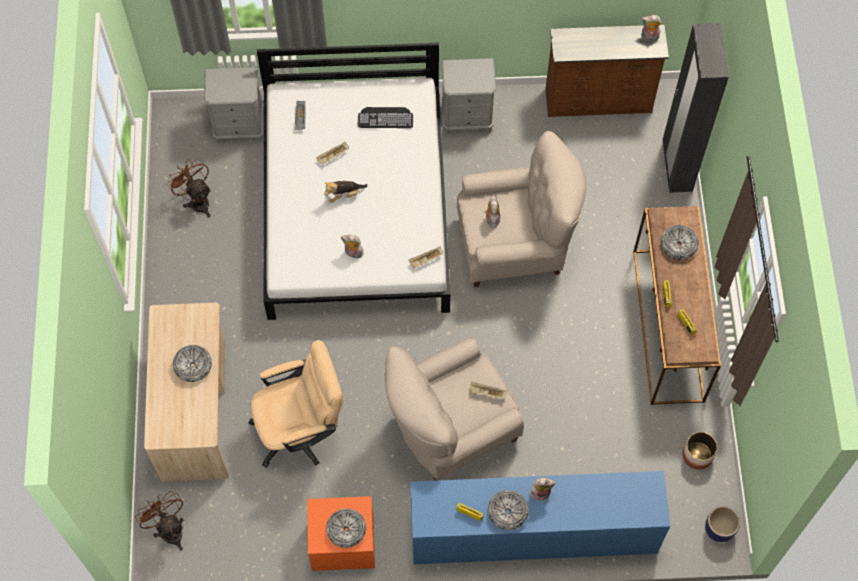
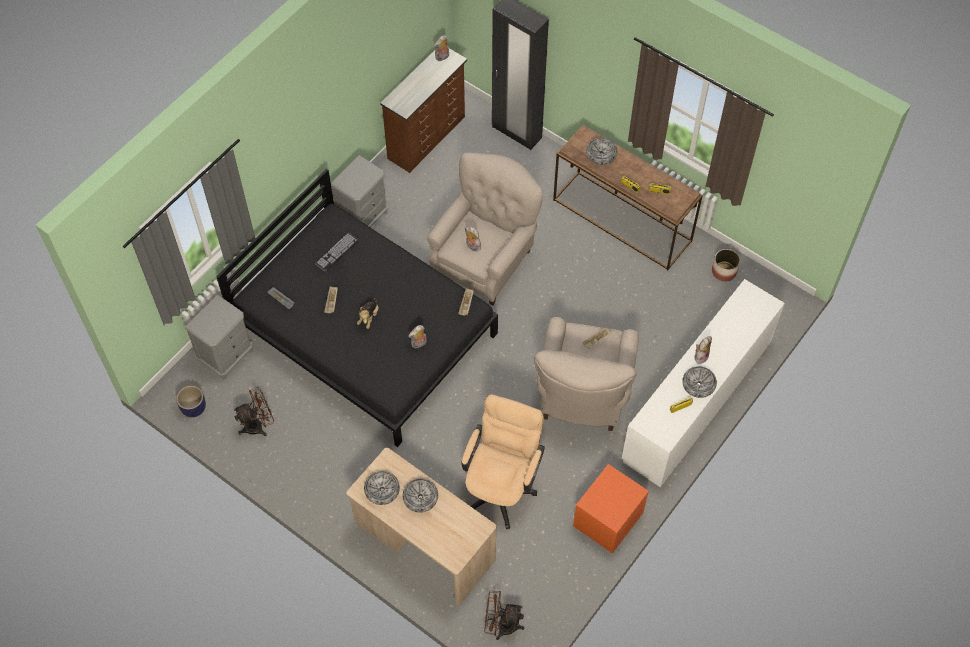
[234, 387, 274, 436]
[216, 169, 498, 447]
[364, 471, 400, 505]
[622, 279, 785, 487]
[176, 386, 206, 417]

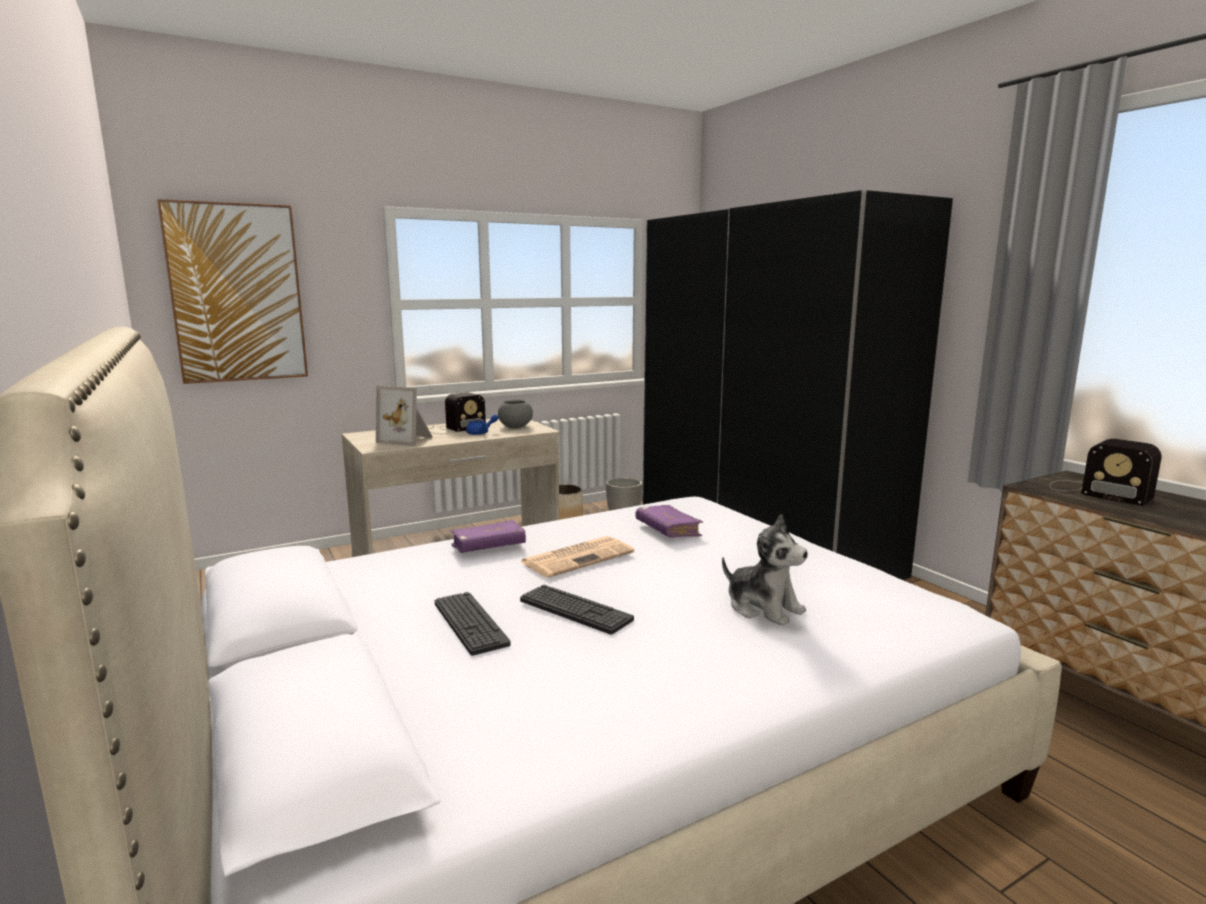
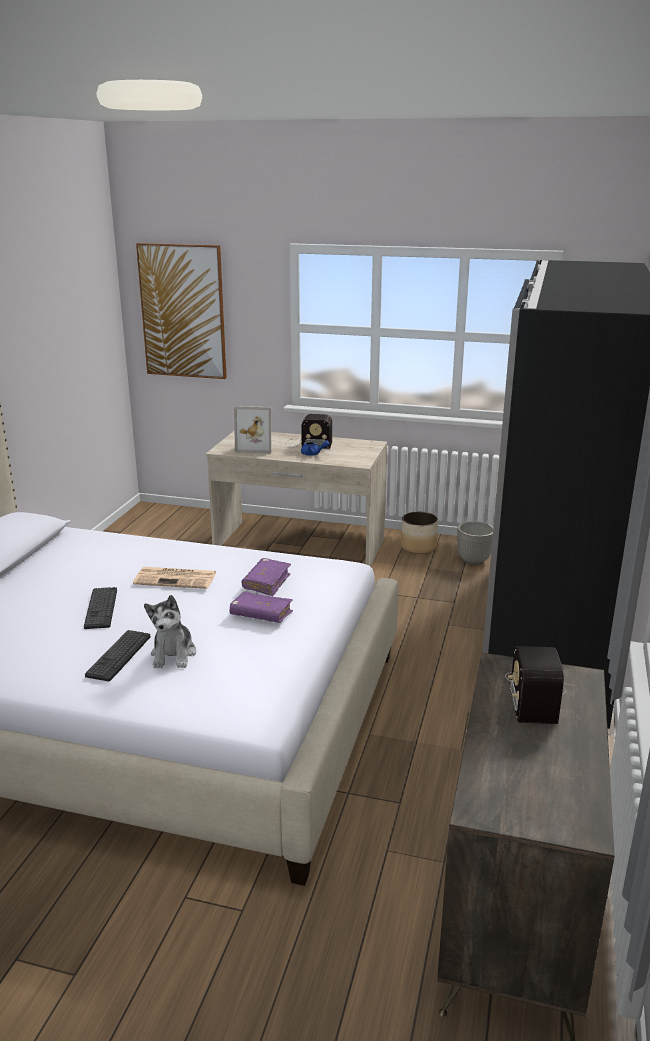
[234, 406, 272, 454]
[85, 630, 150, 682]
[230, 591, 293, 623]
[498, 400, 533, 428] (first image)

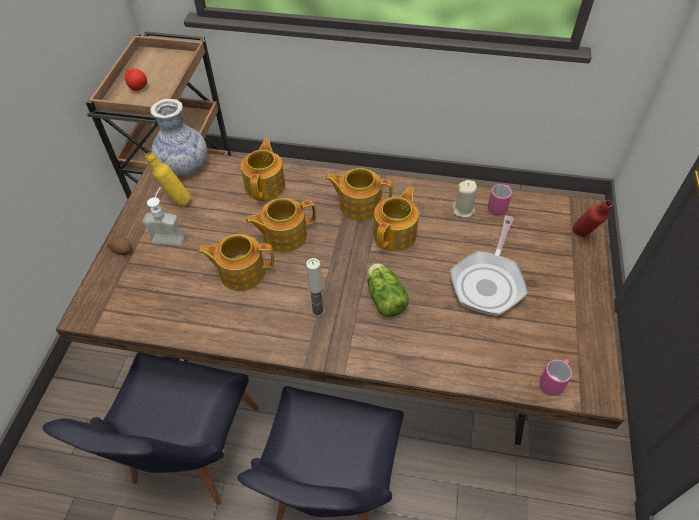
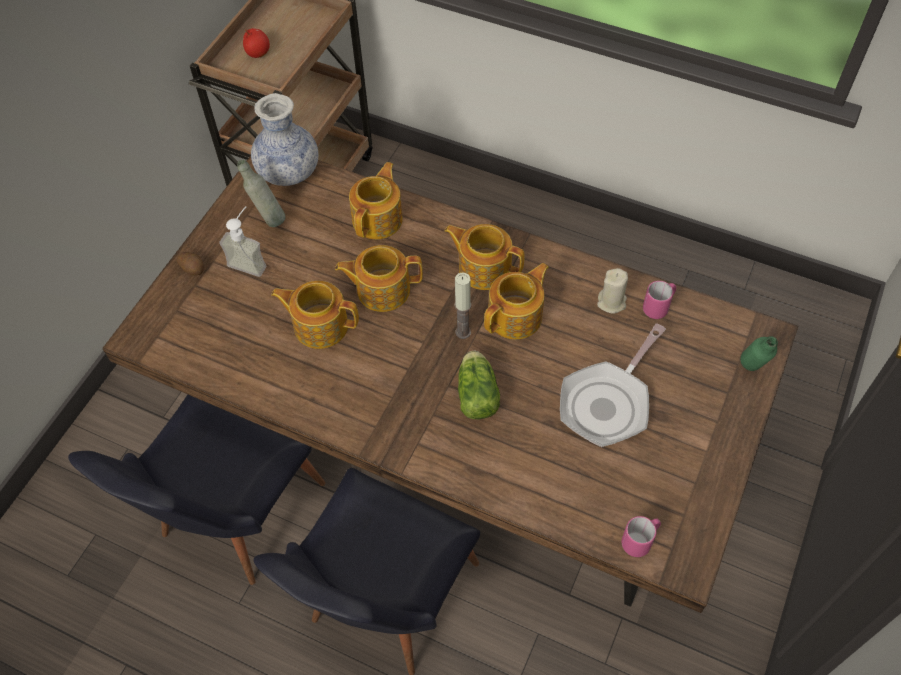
[237, 160, 285, 227]
[454, 273, 471, 339]
[740, 336, 778, 371]

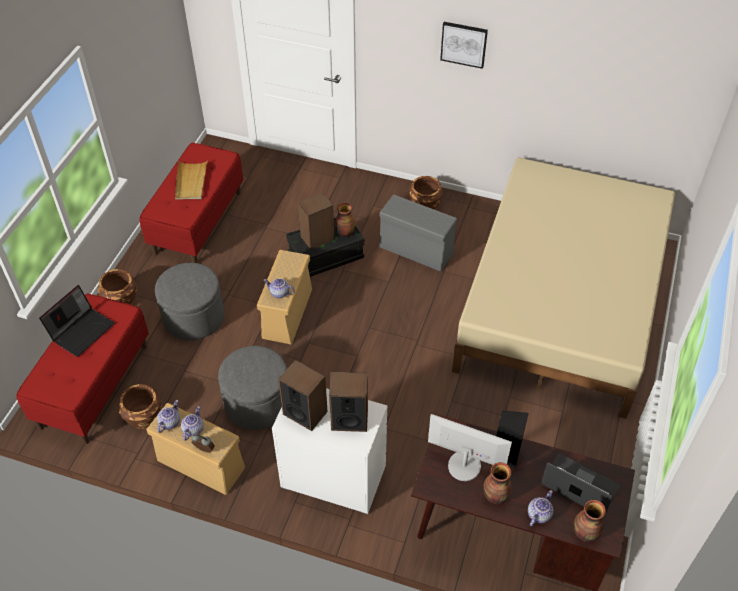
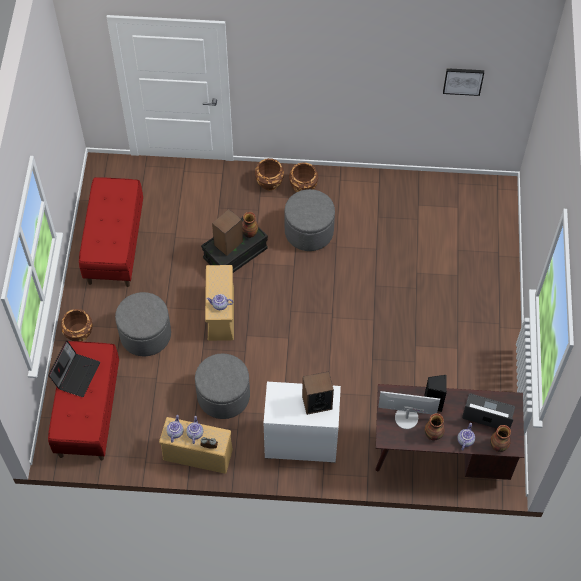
[255, 158, 284, 190]
[175, 160, 208, 200] (first image)
[278, 360, 328, 431] (first image)
[285, 189, 335, 251]
[443, 68, 484, 96]
[452, 157, 675, 419] (first image)

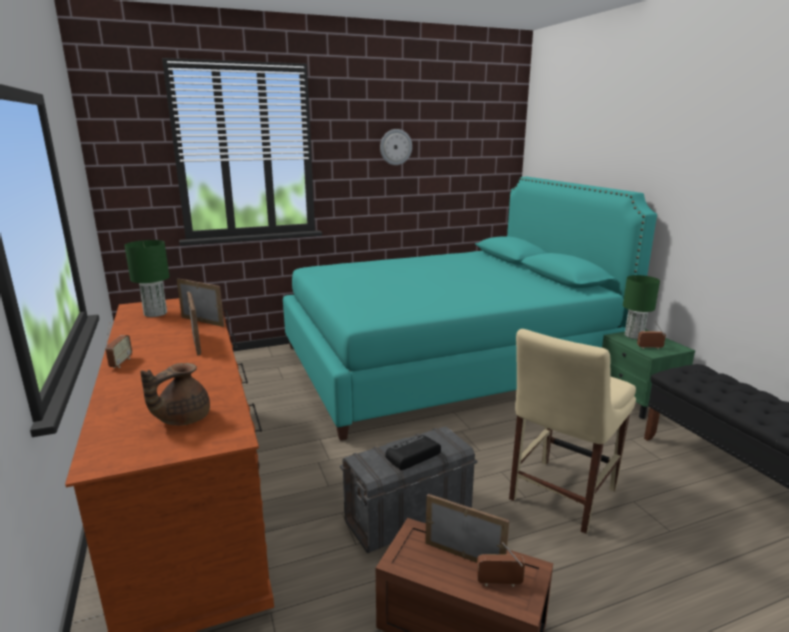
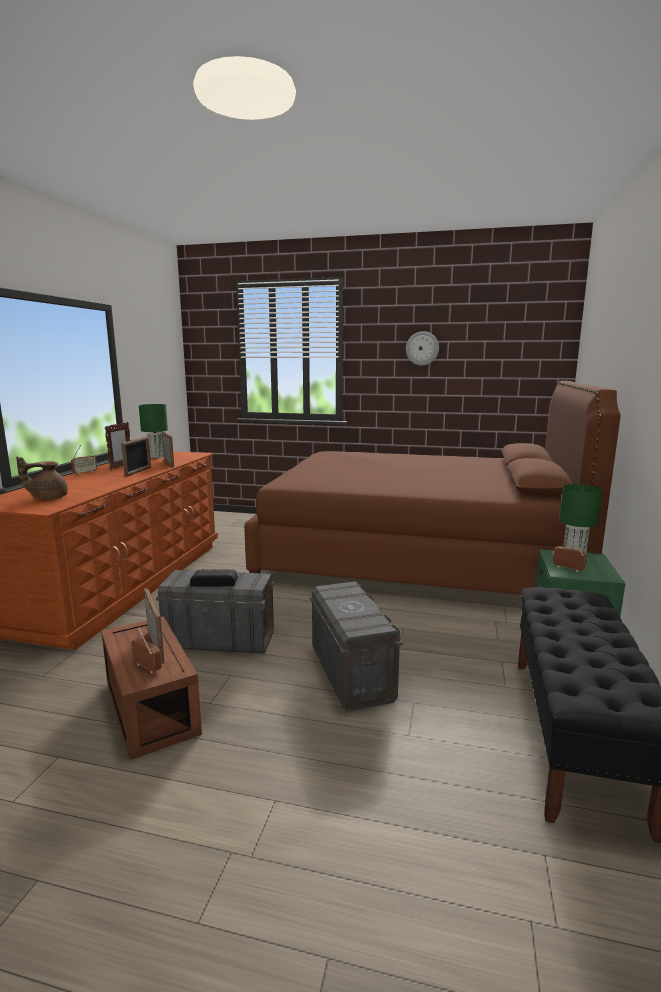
[244, 381, 621, 595]
[310, 582, 403, 711]
[105, 422, 131, 469]

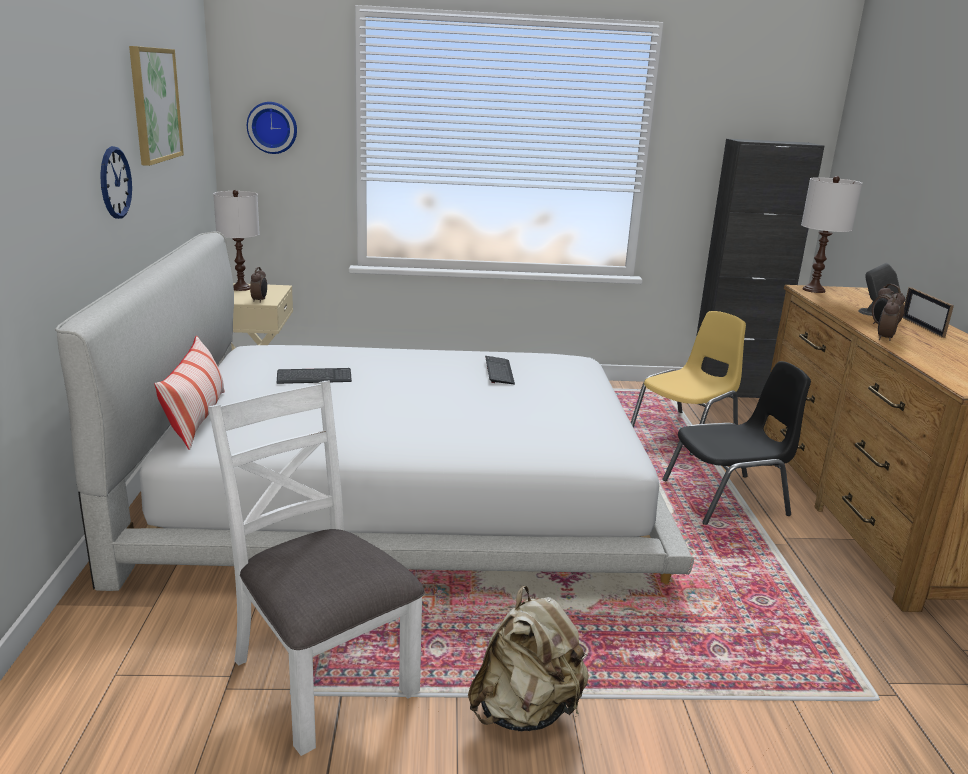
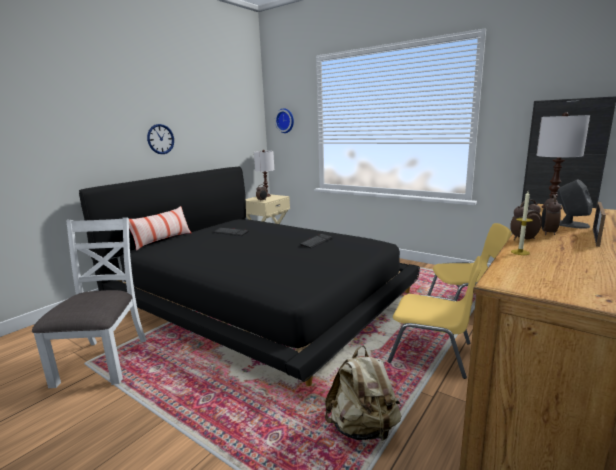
[79, 166, 420, 386]
[129, 46, 184, 166] (first image)
[325, 345, 401, 442]
[388, 256, 482, 379]
[511, 192, 533, 255]

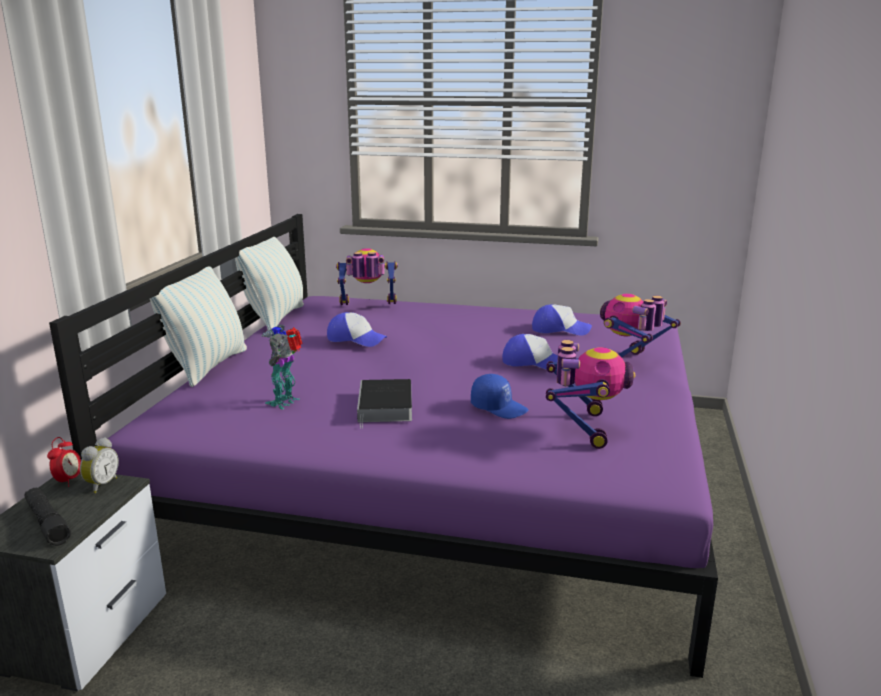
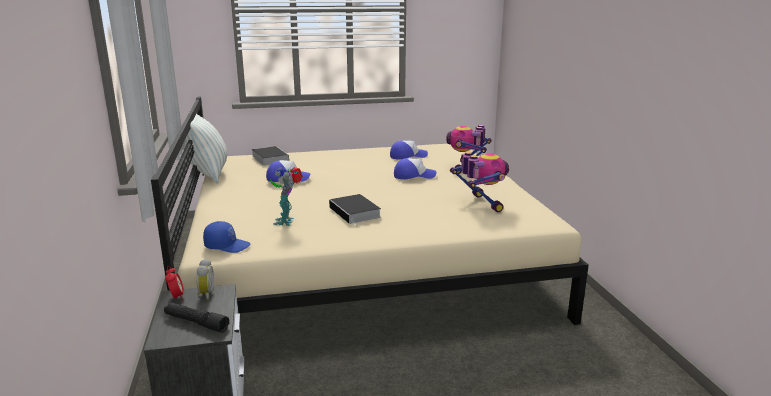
[151, 97, 589, 325]
[150, 267, 247, 387] (first image)
[252, 146, 289, 165]
[203, 221, 250, 253]

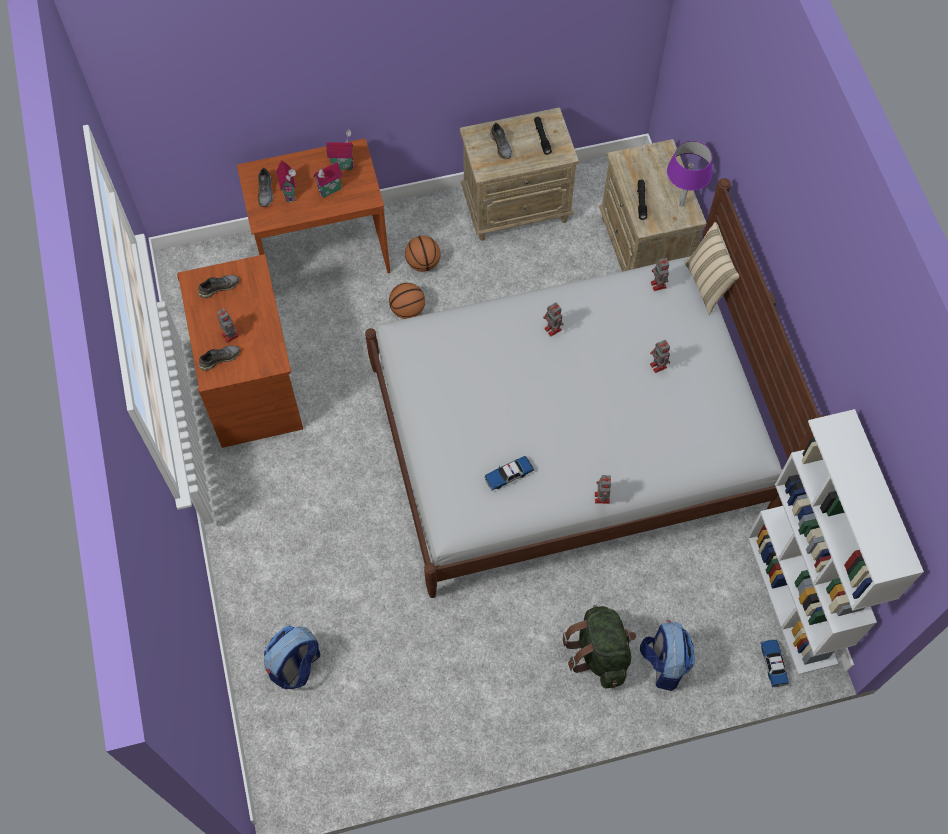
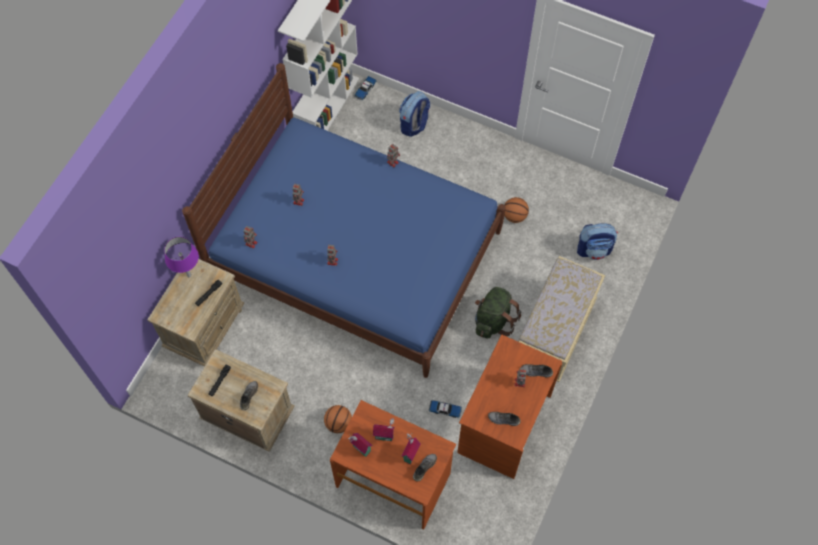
[182, 63, 506, 378]
[504, 197, 529, 223]
[429, 400, 462, 418]
[475, 287, 521, 339]
[684, 222, 739, 315] (first image)
[519, 256, 605, 382]

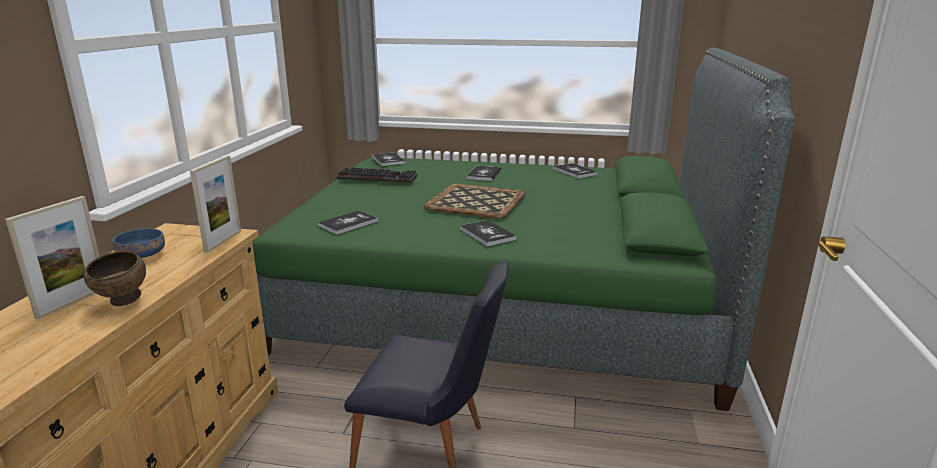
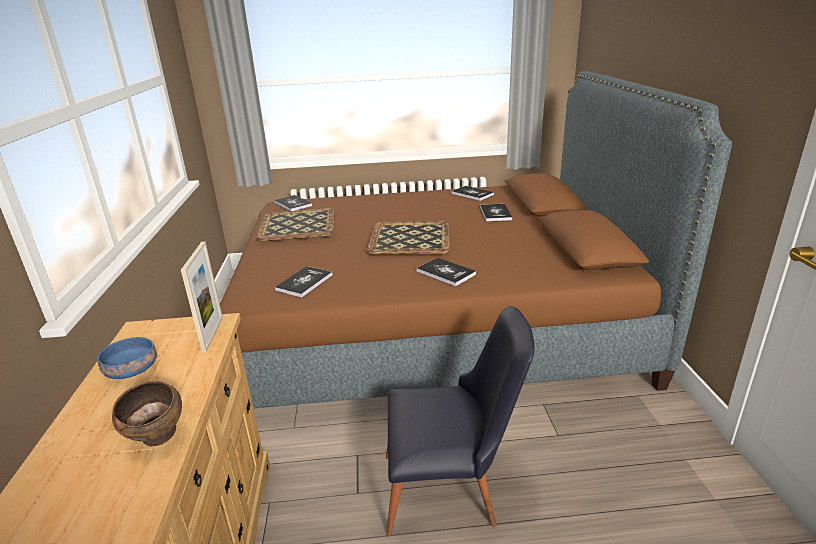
[5, 196, 100, 319] (first image)
[220, 71, 732, 408]
[256, 208, 335, 242]
[480, 204, 513, 221]

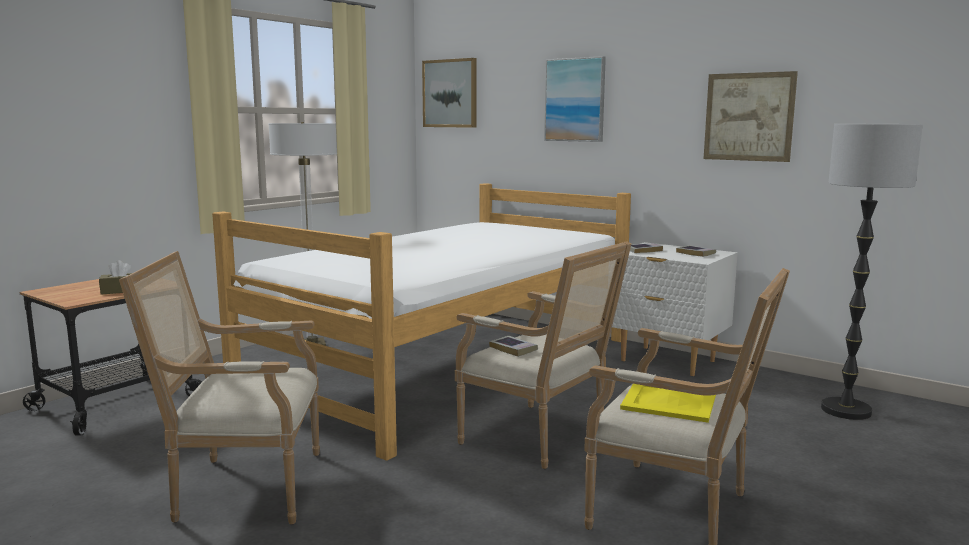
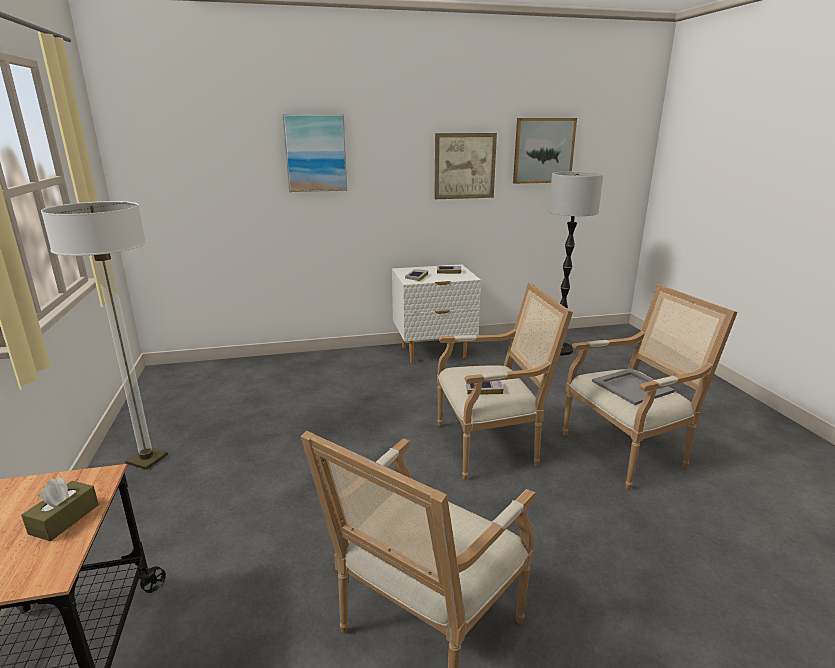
[212, 183, 631, 461] (first image)
[513, 118, 577, 184]
[592, 368, 675, 405]

